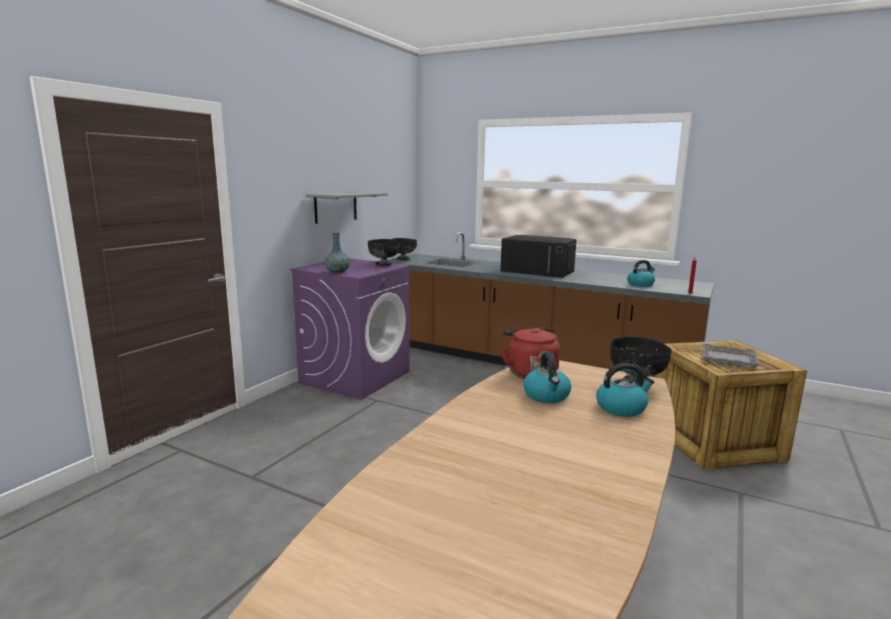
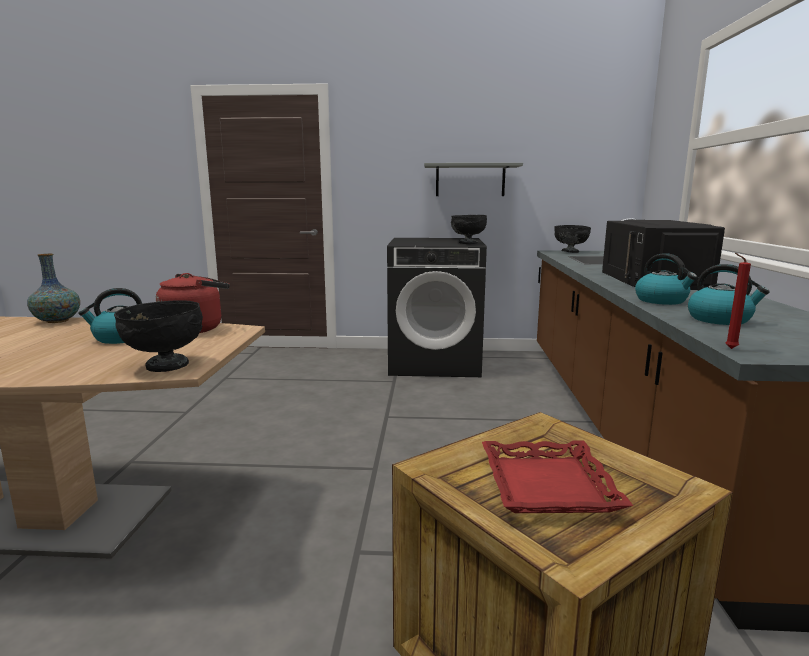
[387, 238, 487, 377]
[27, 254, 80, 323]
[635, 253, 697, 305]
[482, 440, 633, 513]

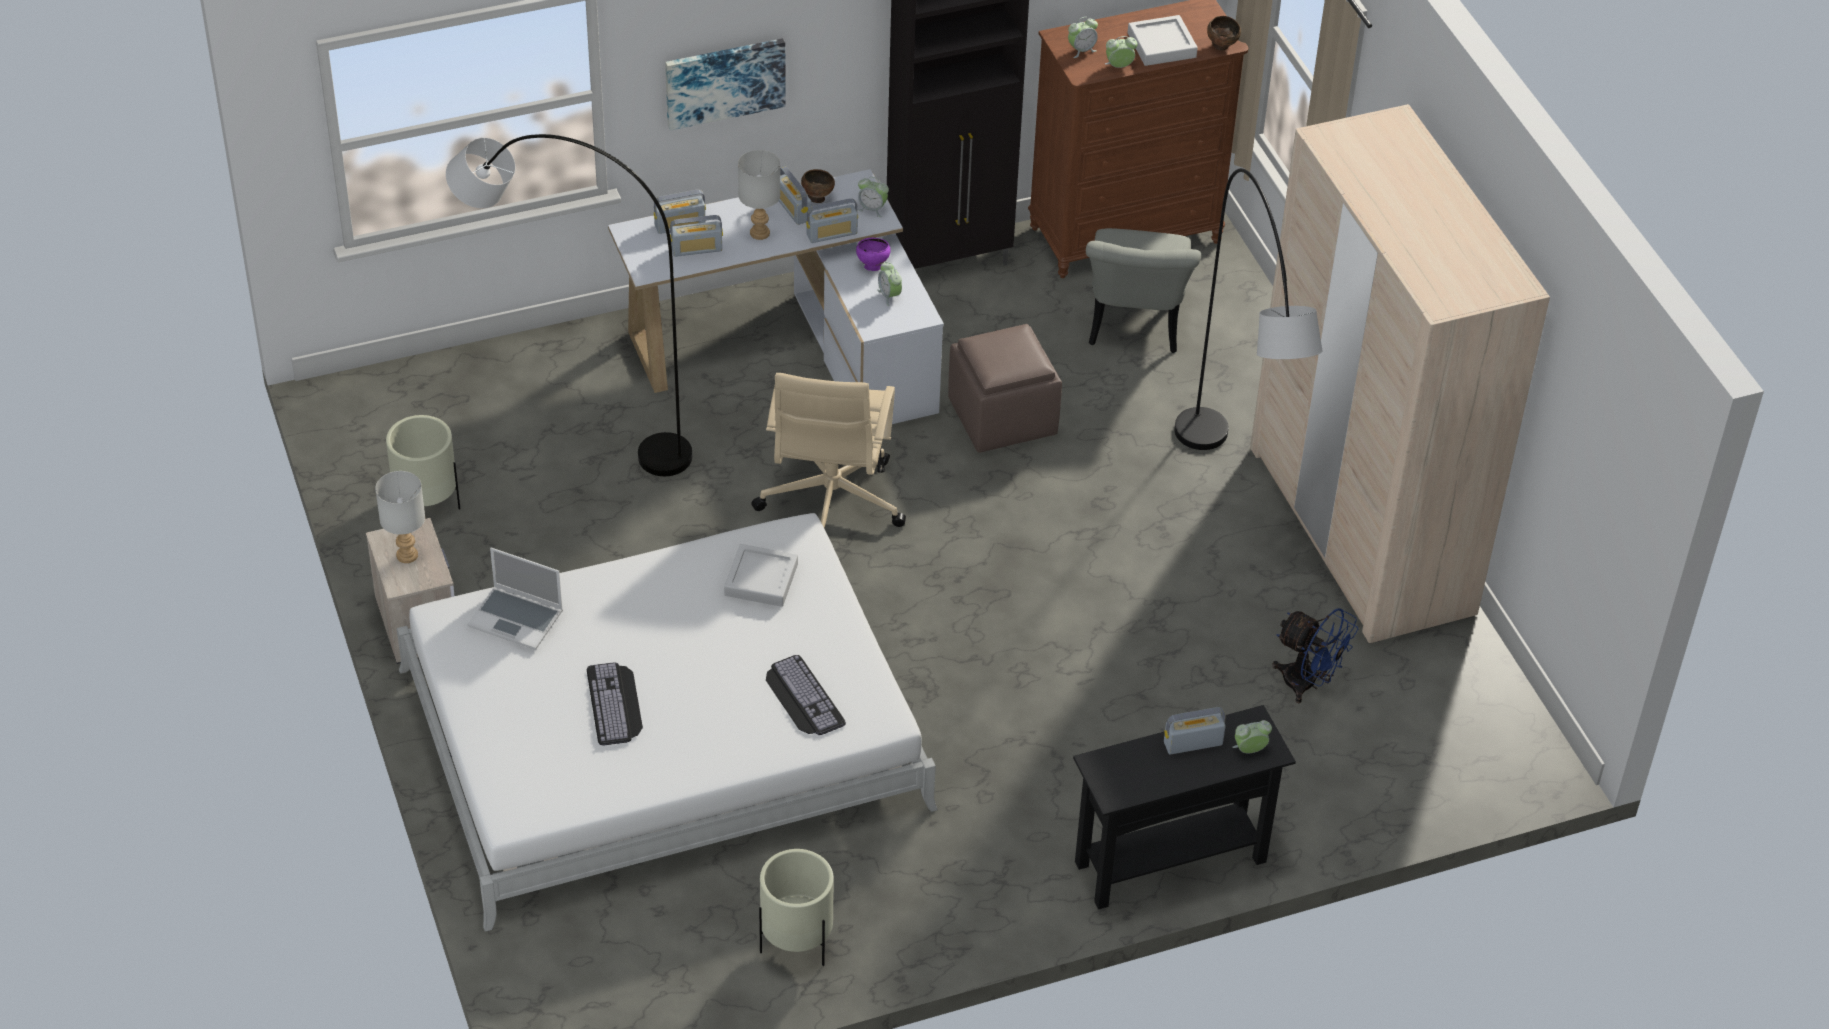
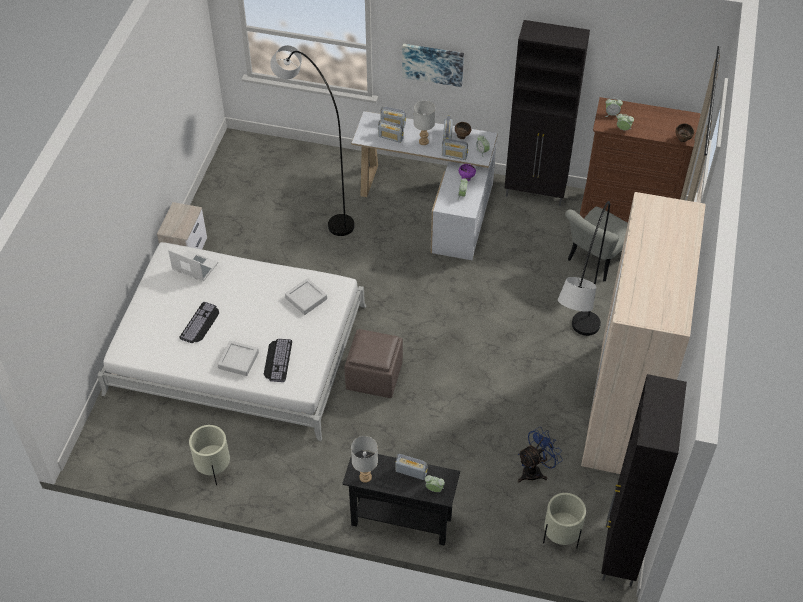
[351, 436, 378, 483]
[543, 493, 586, 548]
[168, 250, 218, 282]
[751, 373, 906, 529] (first image)
[344, 329, 403, 398]
[217, 341, 259, 376]
[518, 427, 563, 483]
[601, 374, 687, 587]

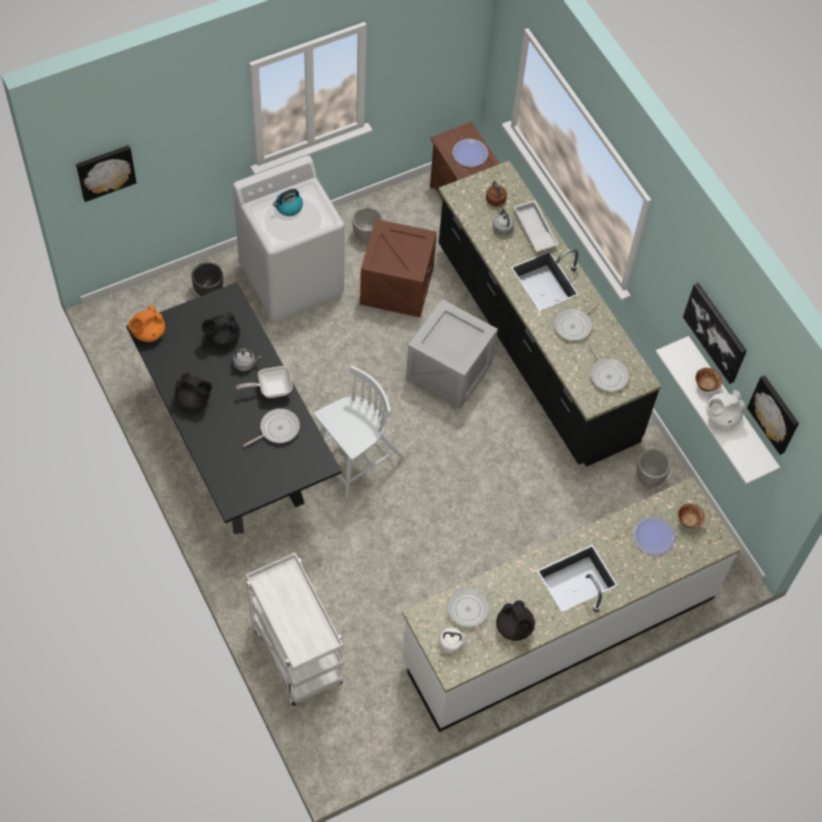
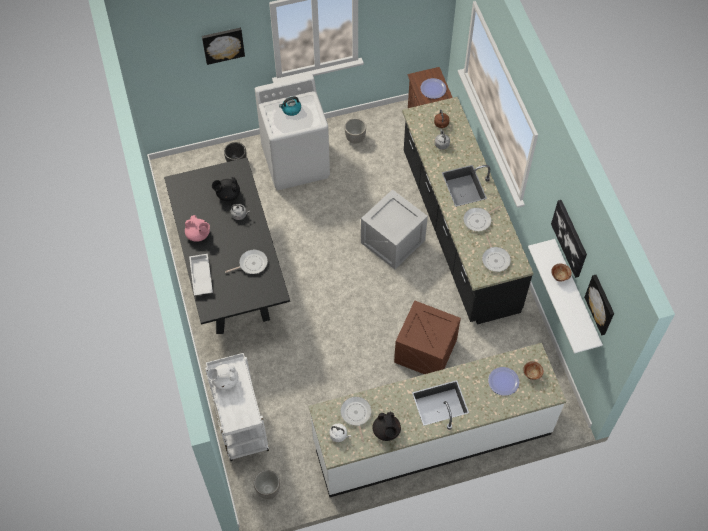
[202, 28, 245, 65]
[128, 305, 165, 342] (first image)
[185, 215, 210, 242]
[236, 366, 293, 398] (first image)
[314, 365, 405, 498] (first image)
[394, 301, 461, 374]
[189, 254, 213, 296]
[254, 470, 280, 499]
[207, 364, 238, 390]

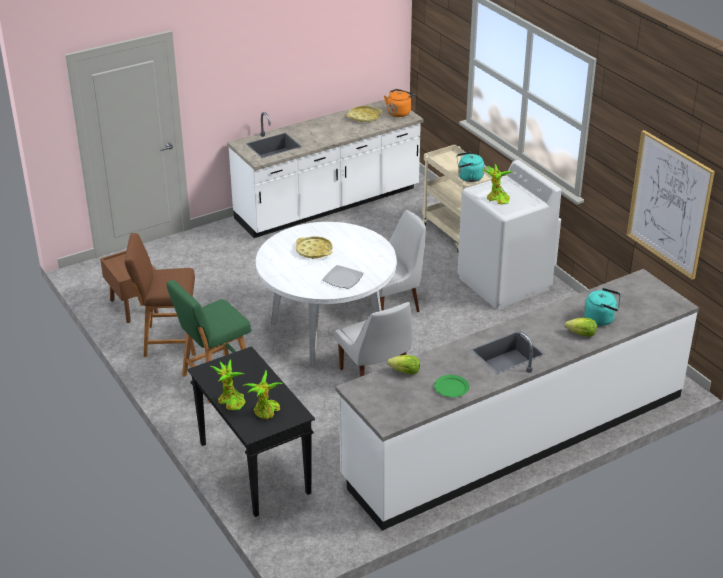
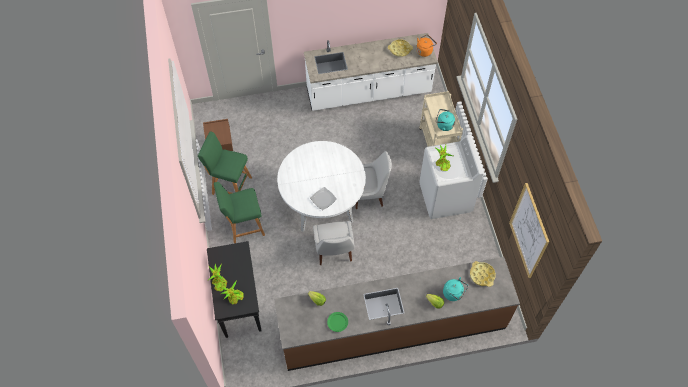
[198, 131, 252, 195]
[470, 261, 496, 287]
[274, 257, 520, 371]

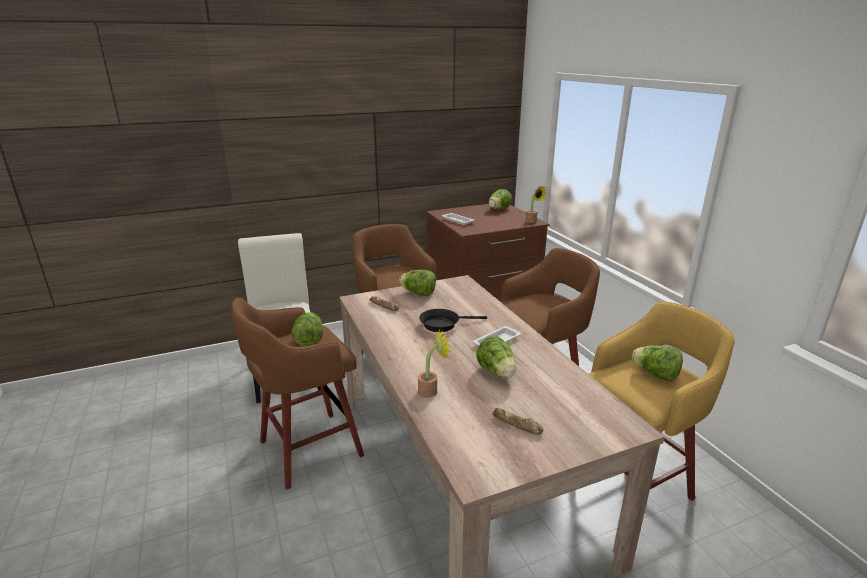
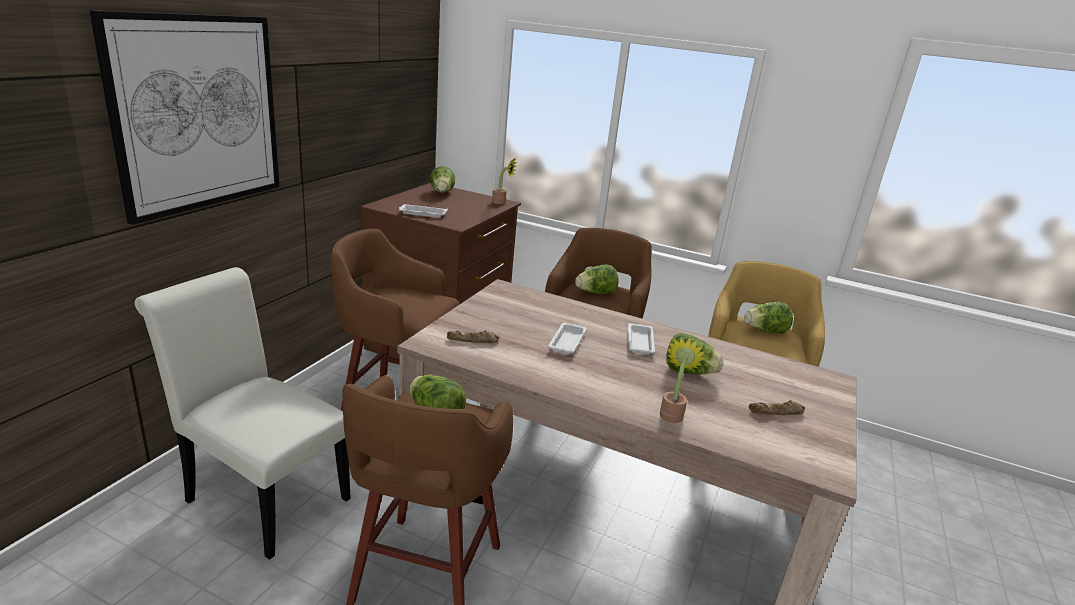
[575, 264, 619, 294]
[548, 323, 586, 354]
[89, 10, 280, 225]

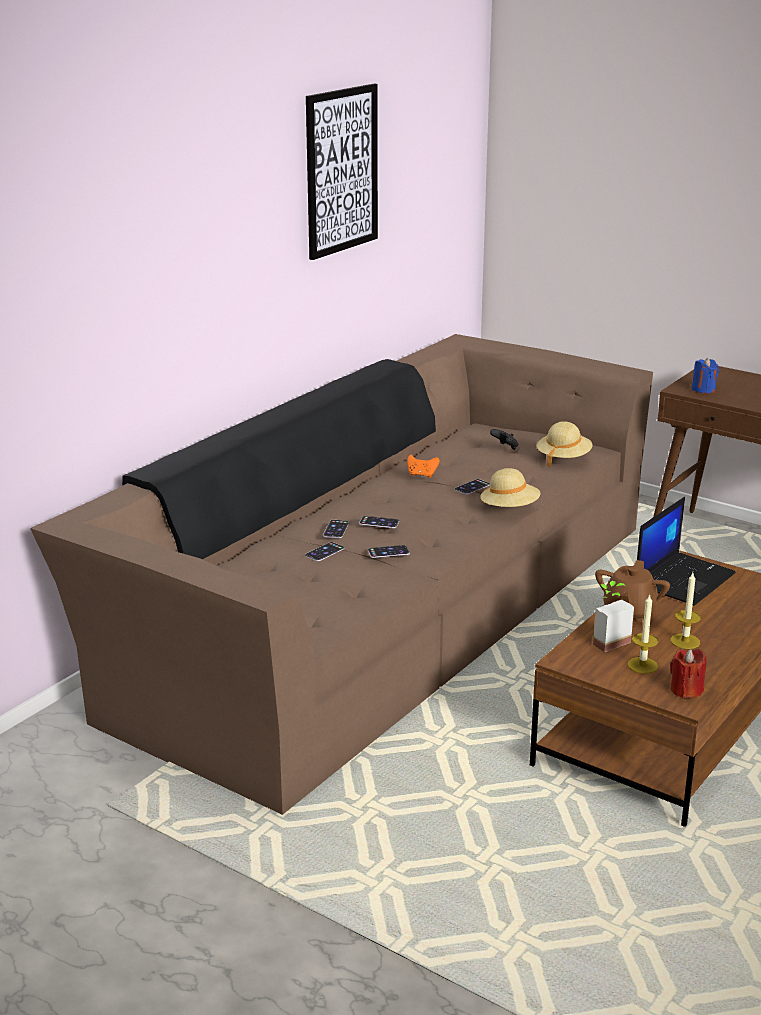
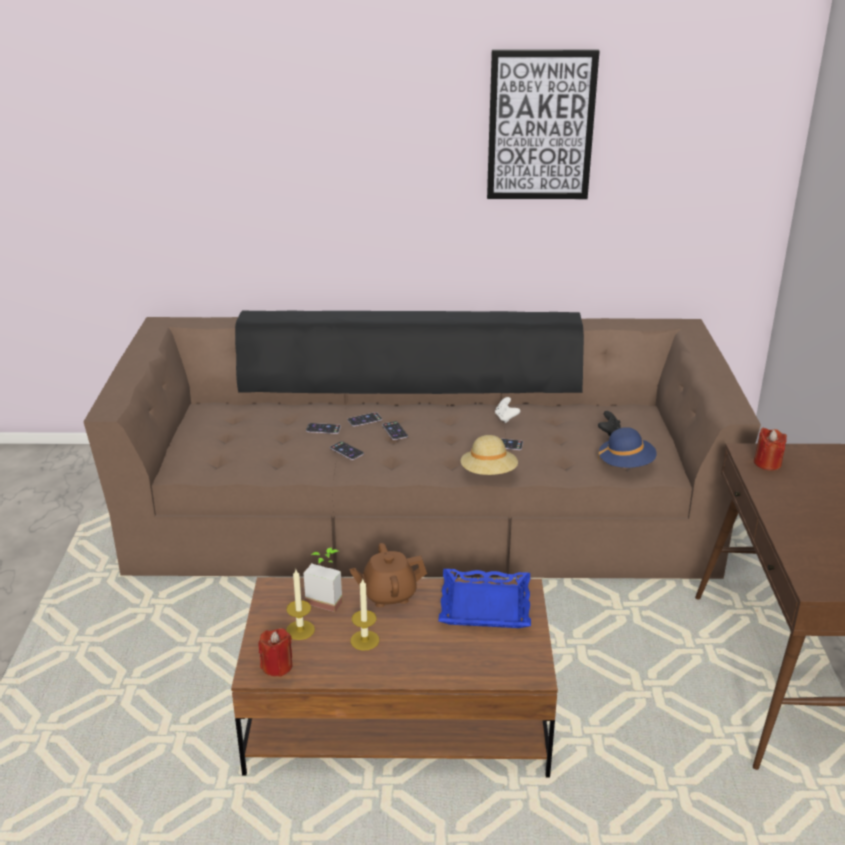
[495, 397, 520, 423]
[598, 427, 657, 468]
[438, 569, 531, 628]
[754, 427, 787, 471]

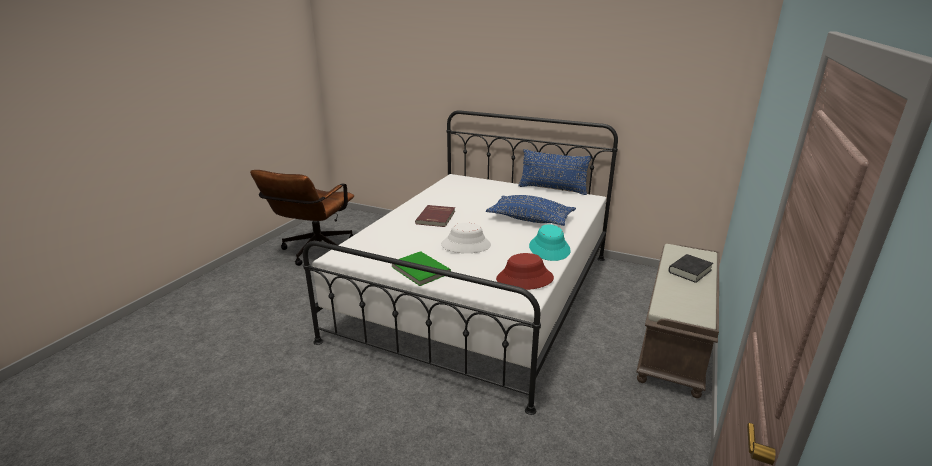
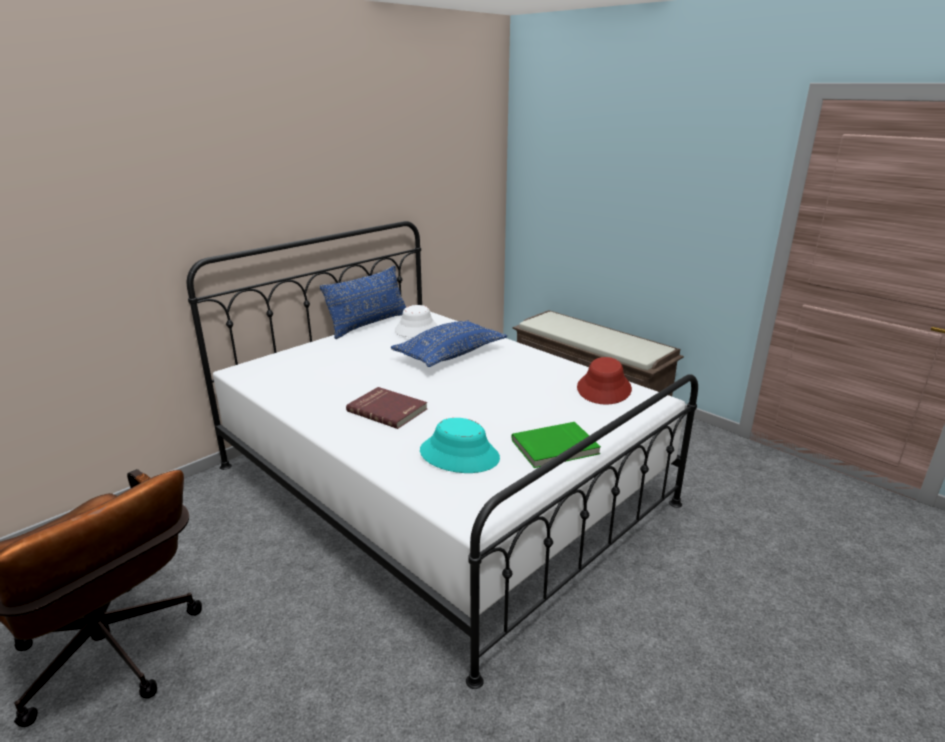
[395, 305, 438, 337]
[420, 418, 500, 473]
[668, 254, 713, 283] (first image)

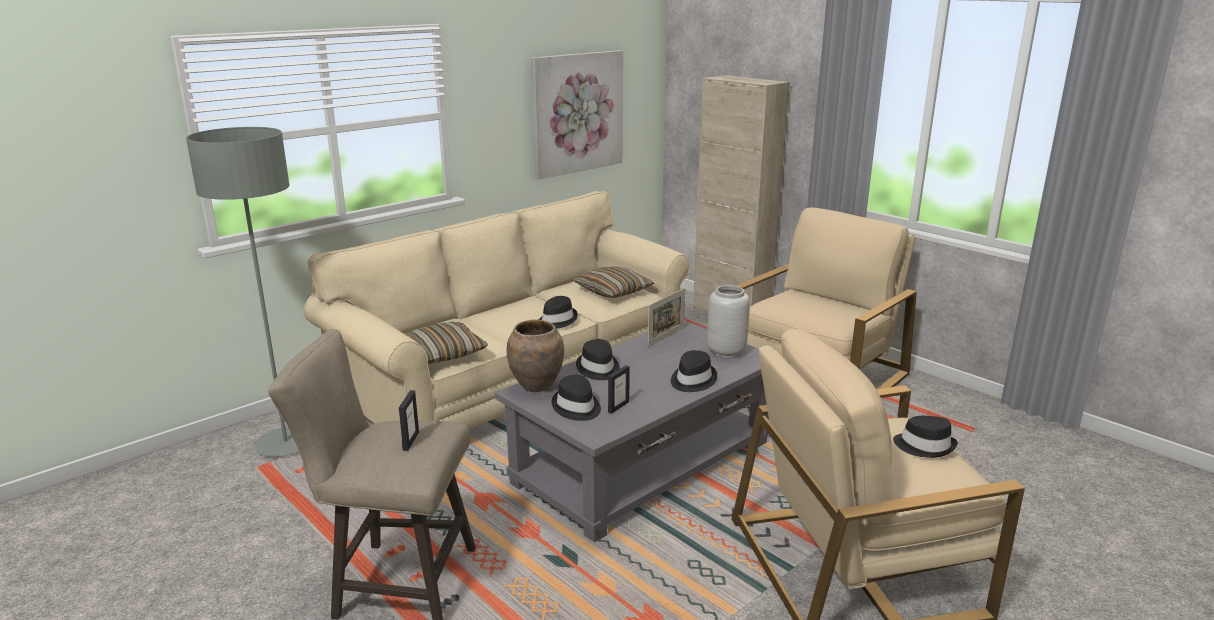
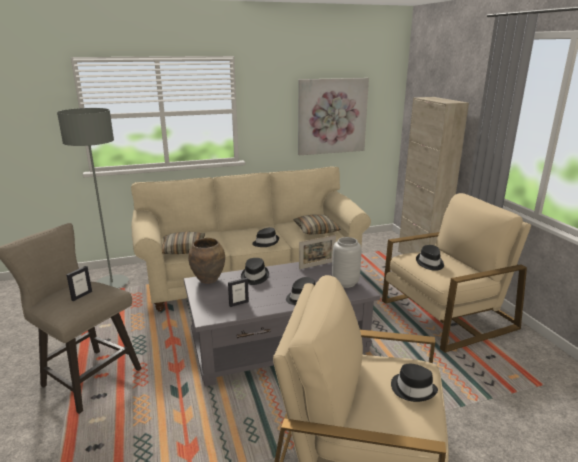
[416, 245, 444, 271]

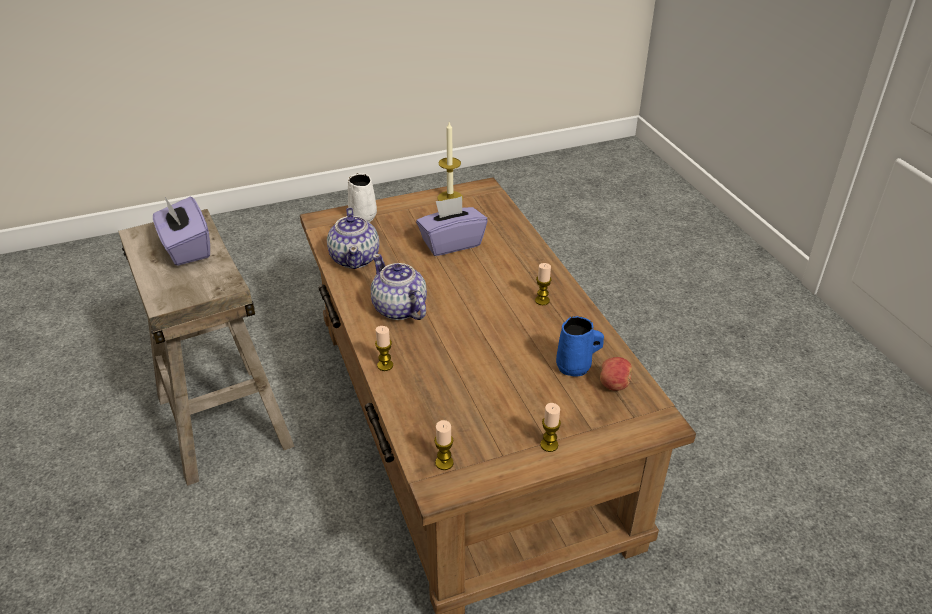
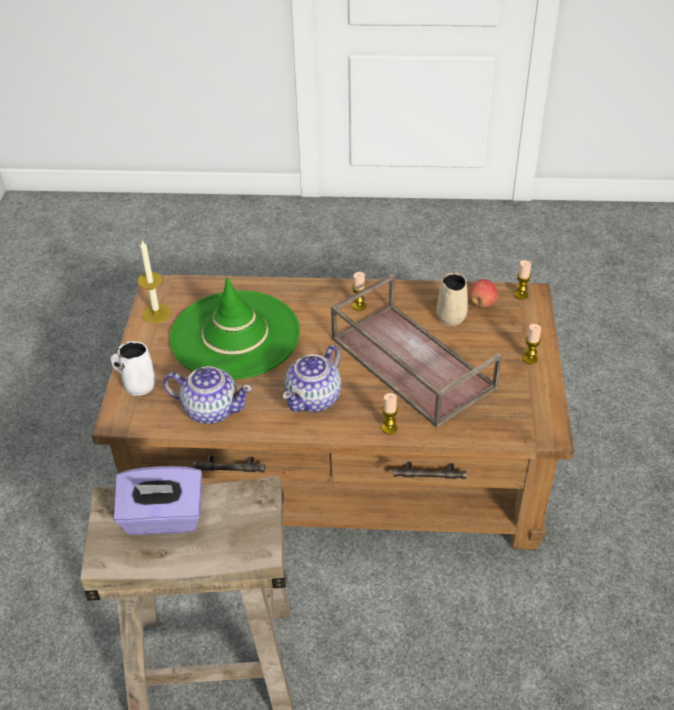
[283, 345, 341, 412]
[170, 277, 300, 380]
[514, 260, 531, 299]
[436, 273, 468, 326]
[331, 274, 502, 428]

